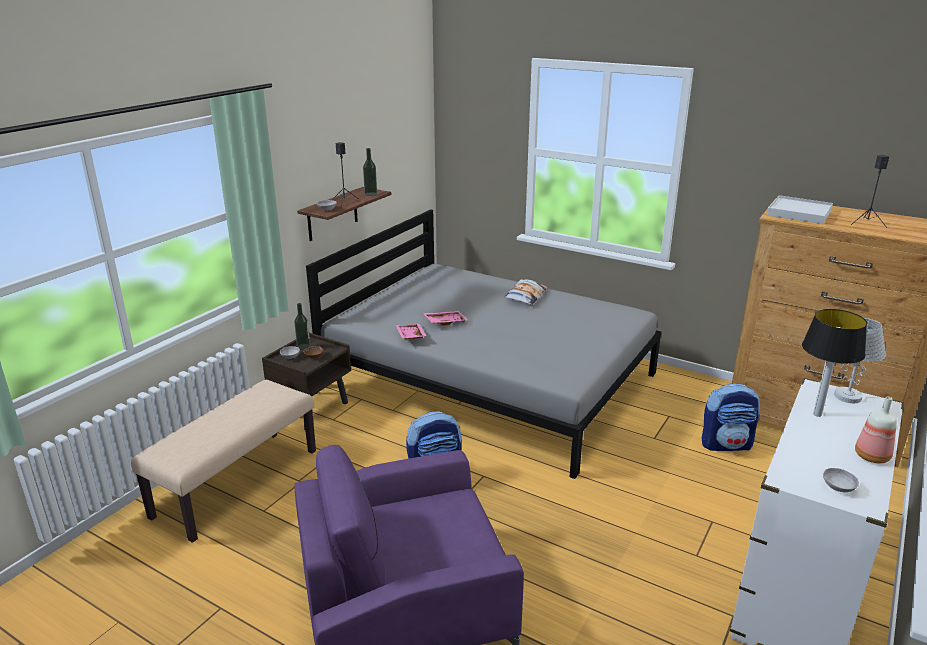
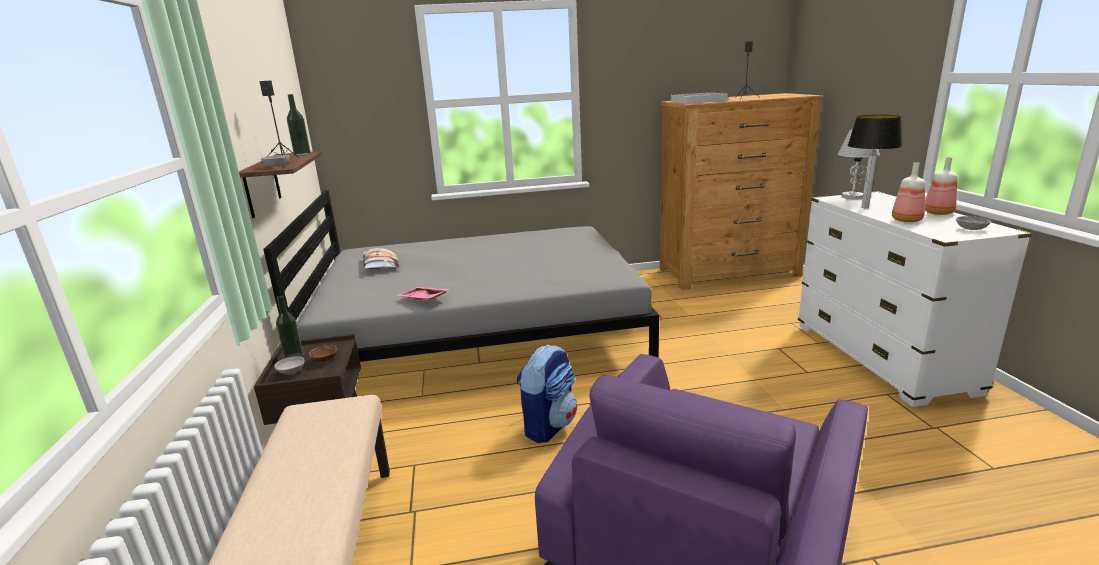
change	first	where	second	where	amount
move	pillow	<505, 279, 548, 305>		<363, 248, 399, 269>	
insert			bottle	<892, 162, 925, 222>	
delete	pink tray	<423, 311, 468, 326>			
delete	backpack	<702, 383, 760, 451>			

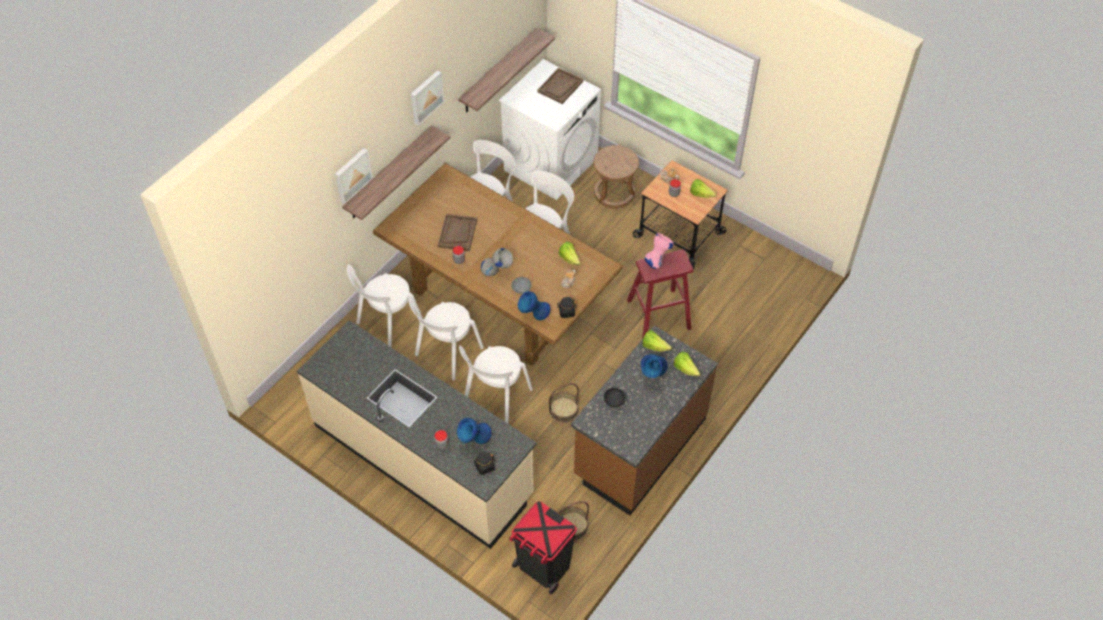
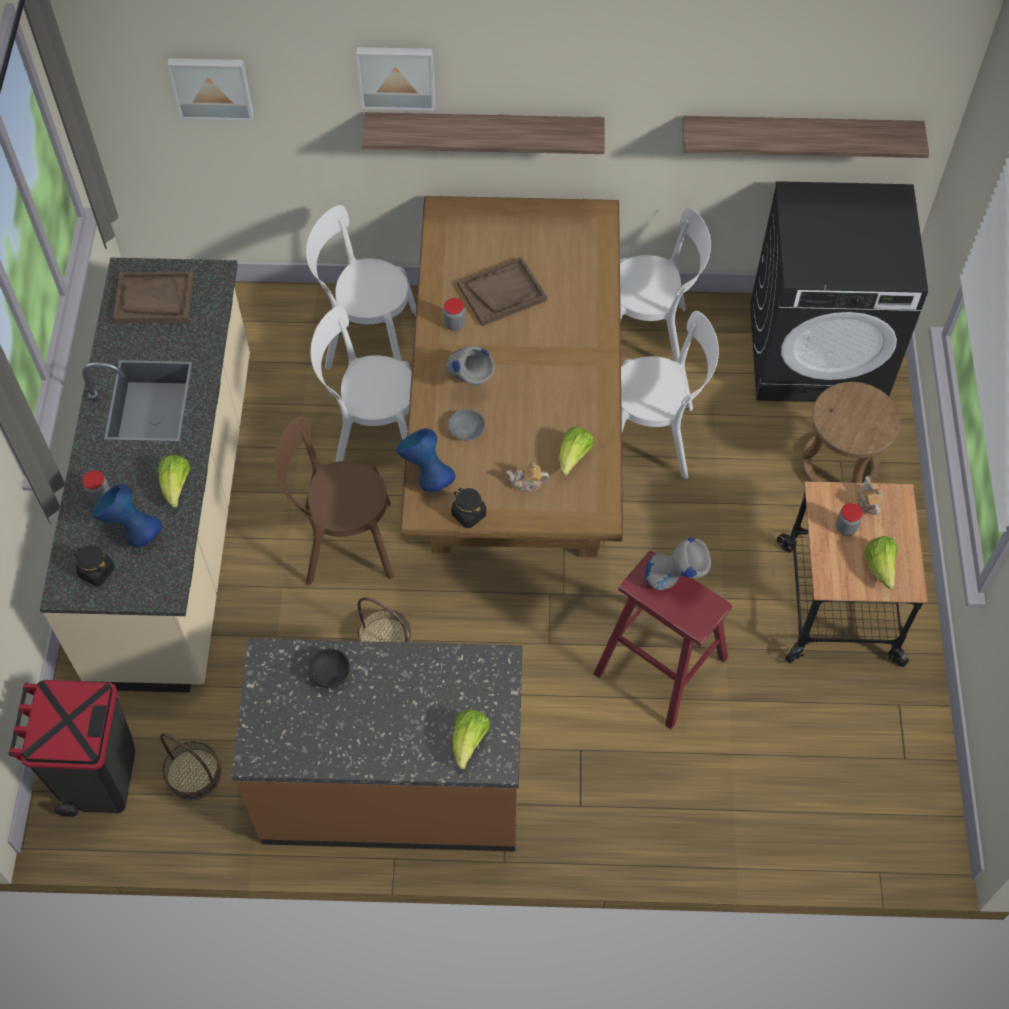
change	first	where	second	where	amount
move	brown tray	<537, 68, 583, 104>		<113, 272, 194, 323>	
move	lettuce	<642, 330, 672, 352>		<158, 455, 191, 508>	
move	picture	<411, 70, 444, 125>		<167, 58, 254, 121>	
recolor	white chair	<459, 345, 533, 424>	brown chair	<275, 416, 394, 585>	
recolor	pink vase	<645, 233, 674, 269>	grey vase	<645, 538, 711, 590>	
recolor	white washing machine	<499, 59, 601, 200>	black washing machine	<750, 181, 928, 402>	
delete	blue vase	<641, 354, 668, 378>			

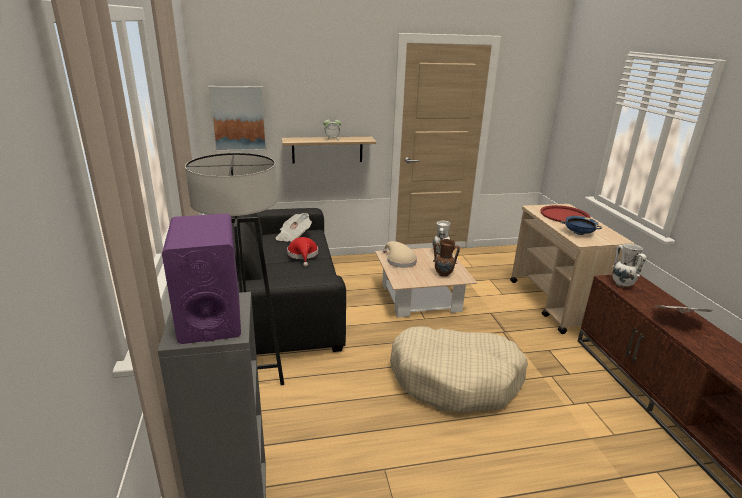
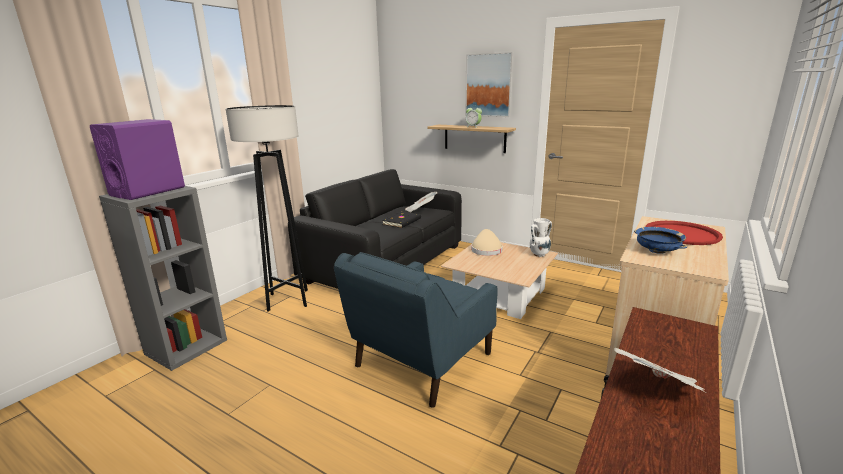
change	first	where	second	where	amount
replace	beige dog bed	<390, 326, 528, 412>	blue armchair	<334, 252, 498, 408>	
replace	red hat	<287, 237, 318, 267>	black book	<382, 211, 421, 228>	
move	picture	<208, 86, 267, 151>		<465, 52, 514, 117>	
delete	brown vase	<433, 239, 460, 277>			
delete	white vase	<612, 243, 646, 287>			

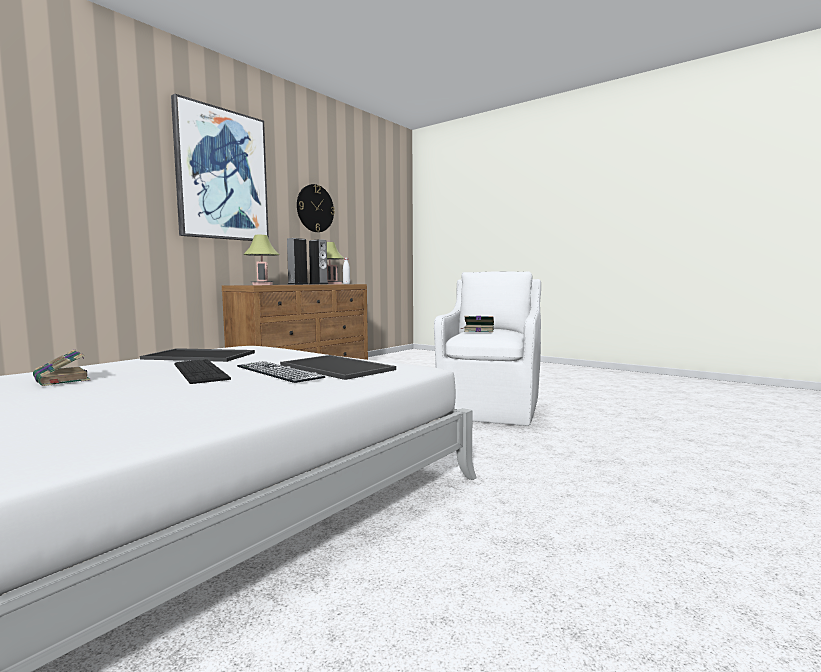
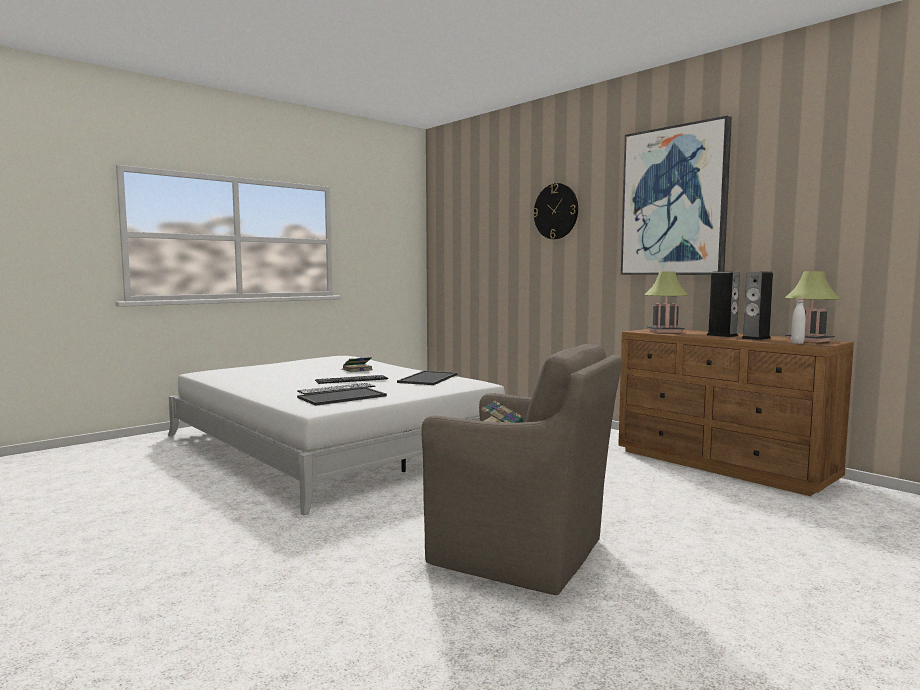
change	first	where	second	where	amount
recolor	white armchair	<434, 271, 541, 426>	brown armchair	<421, 344, 623, 595>	
move	wall clock	<297, 184, 335, 232>		<533, 183, 578, 239>	

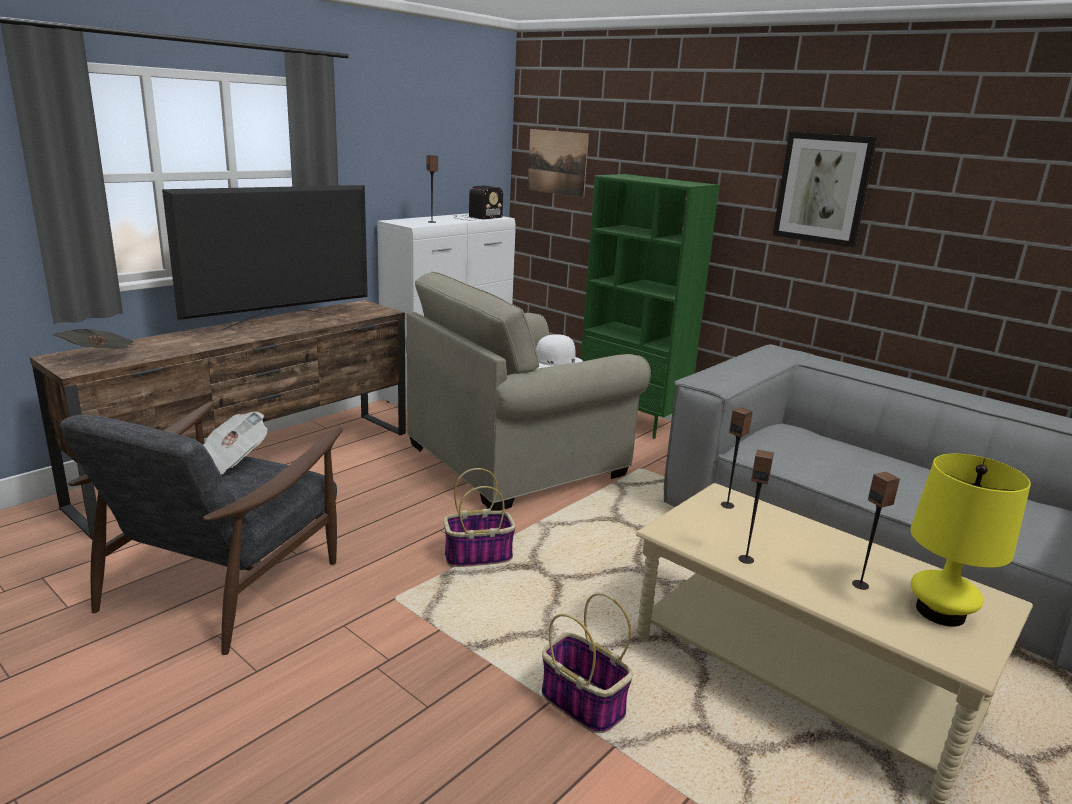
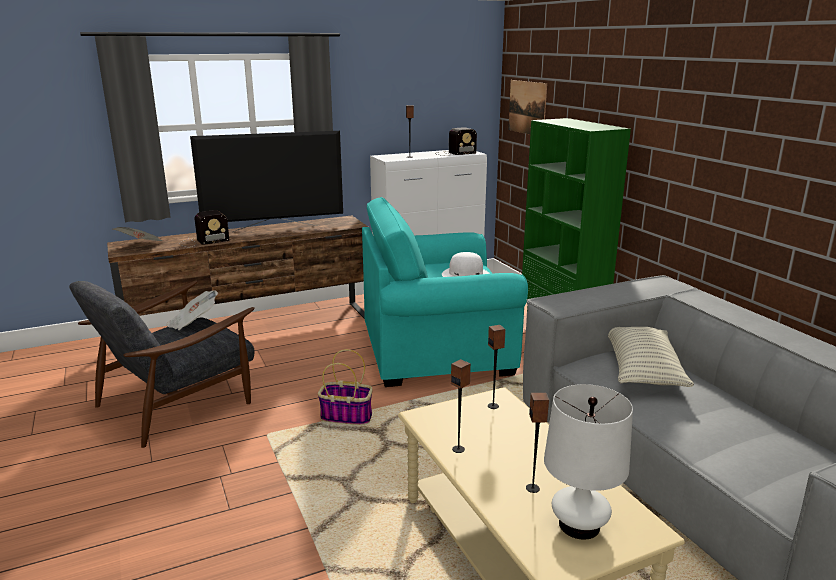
change	first	where	second	where	amount
insert			radio	<179, 210, 229, 247>	
recolor	beige armchair	<405, 272, 651, 511>	turquoise armchair	<362, 197, 528, 387>	
recolor	yellow table lamp	<910, 454, 1031, 627>	white table lamp	<544, 384, 633, 540>	
insert			pillow	<608, 327, 694, 387>	
delete	basket	<542, 593, 633, 733>			
delete	picture	<773, 132, 877, 248>			

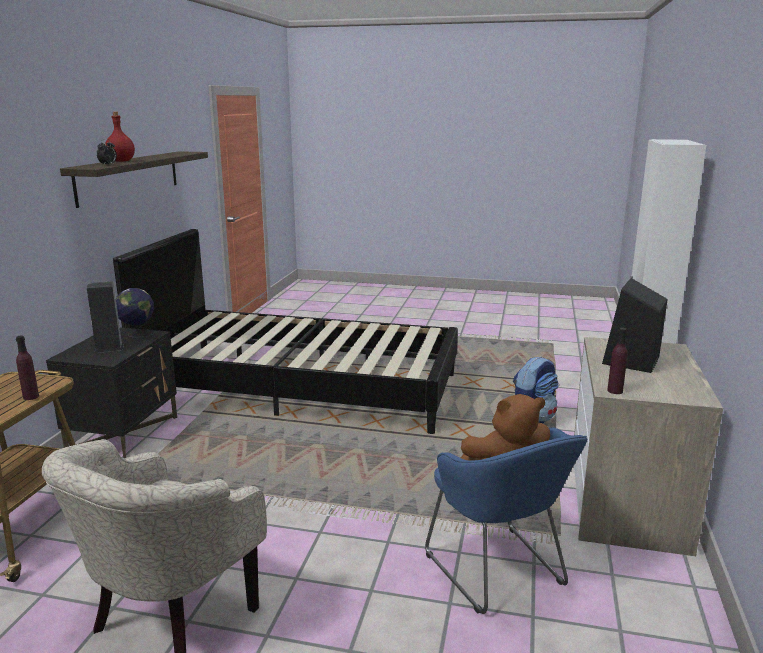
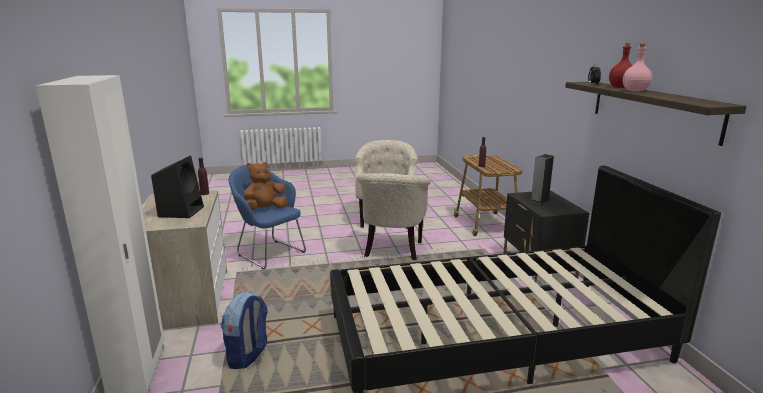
change	first	where	second	where	amount
insert			beige armchair	<357, 173, 431, 260>	
insert			pink bottle	<623, 44, 652, 92>	
delete	globe	<116, 288, 154, 337>			

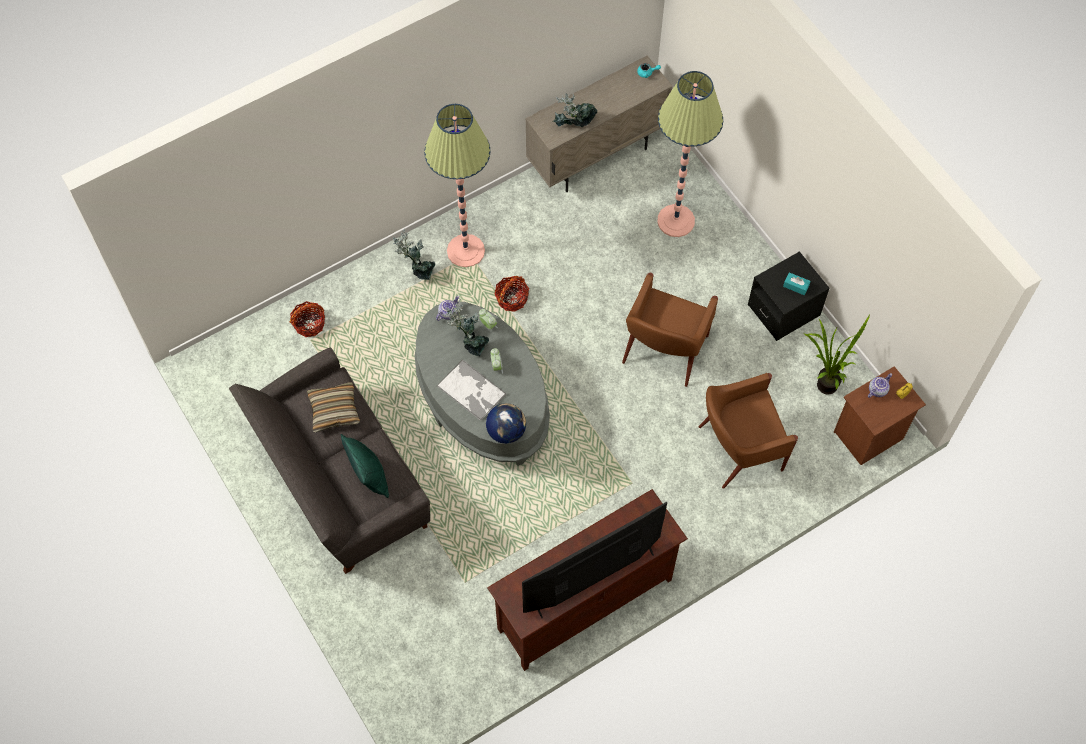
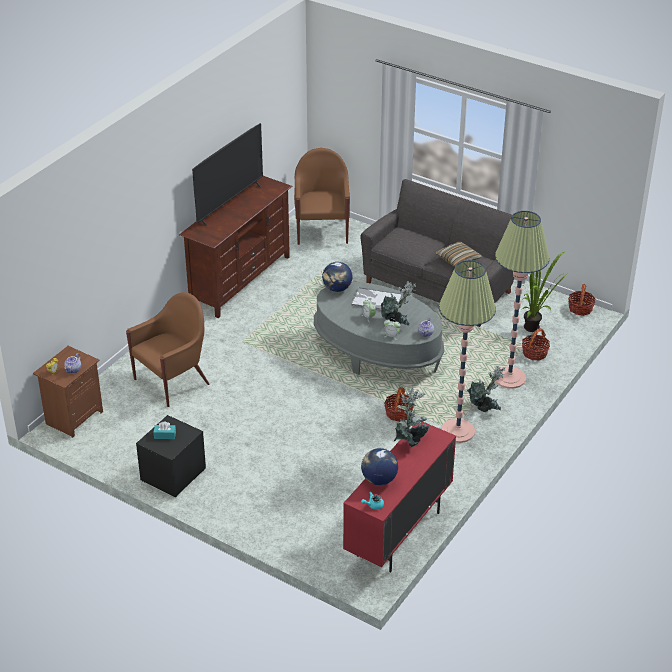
change	first	where	second	where	amount
move	brown armchair	<622, 273, 718, 387>		<294, 148, 350, 245>	
recolor	beige cabinet	<525, 56, 673, 192>	red cabinet	<343, 422, 456, 573>	
insert			globe	<361, 448, 398, 485>	
move	floor lamp	<657, 71, 723, 237>		<495, 211, 550, 389>	
move	potted plant	<803, 315, 870, 395>		<522, 252, 568, 332>	
insert			basket	<568, 284, 596, 316>	
delete	green pillow	<341, 434, 389, 498>			

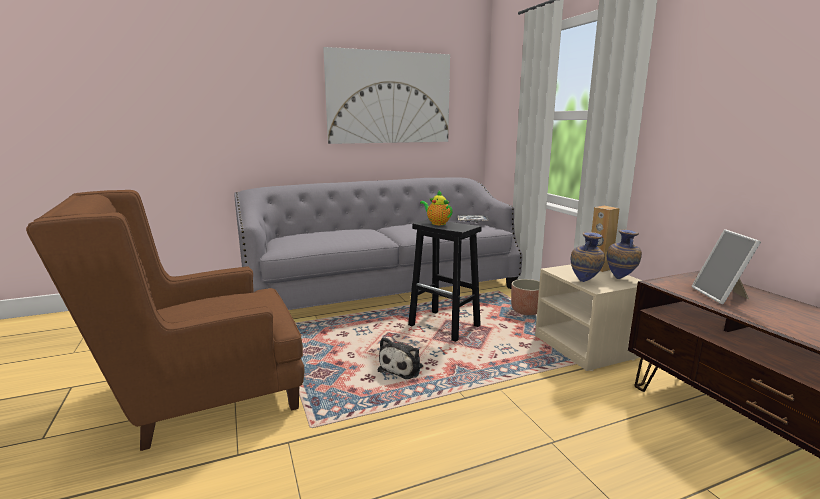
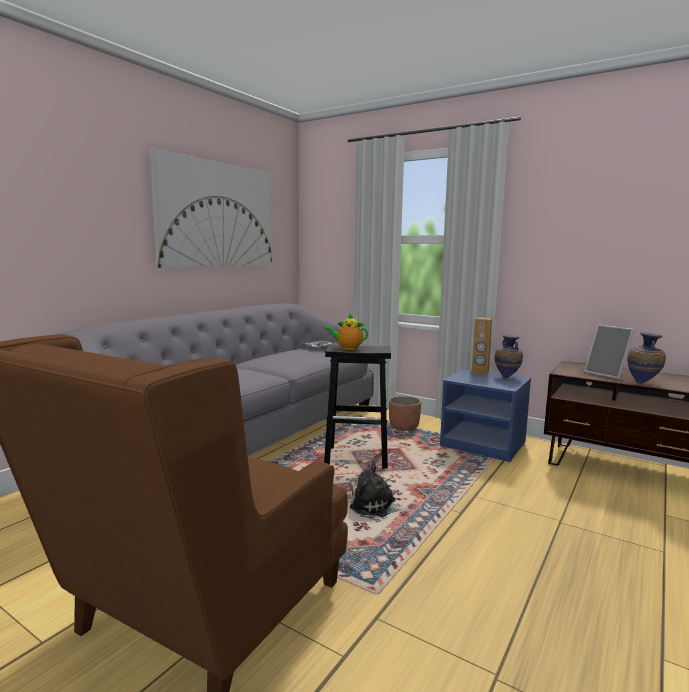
change	first	where	second	where	amount
rotate	plush toy	<378, 337, 423, 379>		<350, 463, 408, 517>	120 degrees clockwise
recolor	beige nightstand	<535, 265, 642, 371>	blue nightstand	<440, 368, 531, 462>	
move	vase	<571, 232, 605, 282>		<627, 332, 666, 383>	

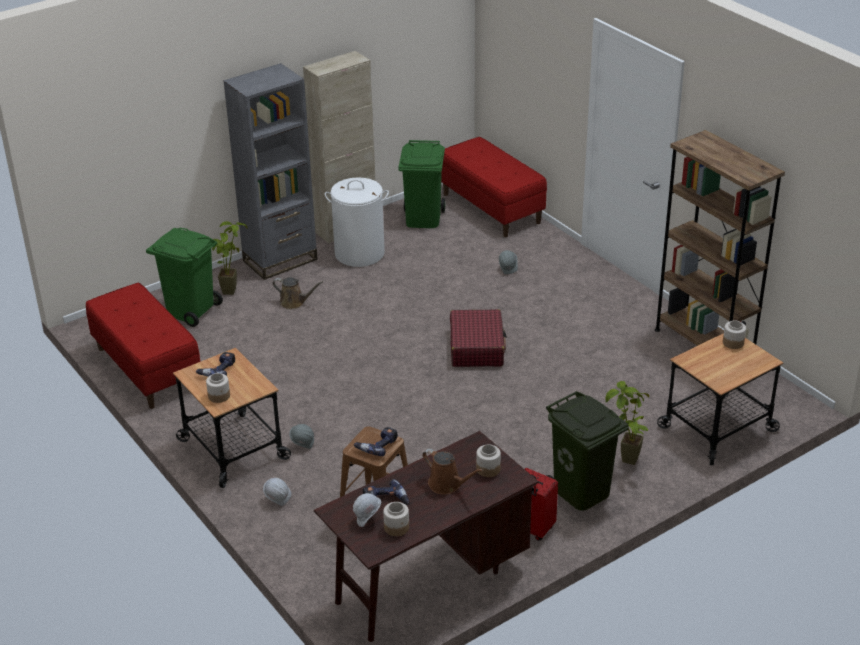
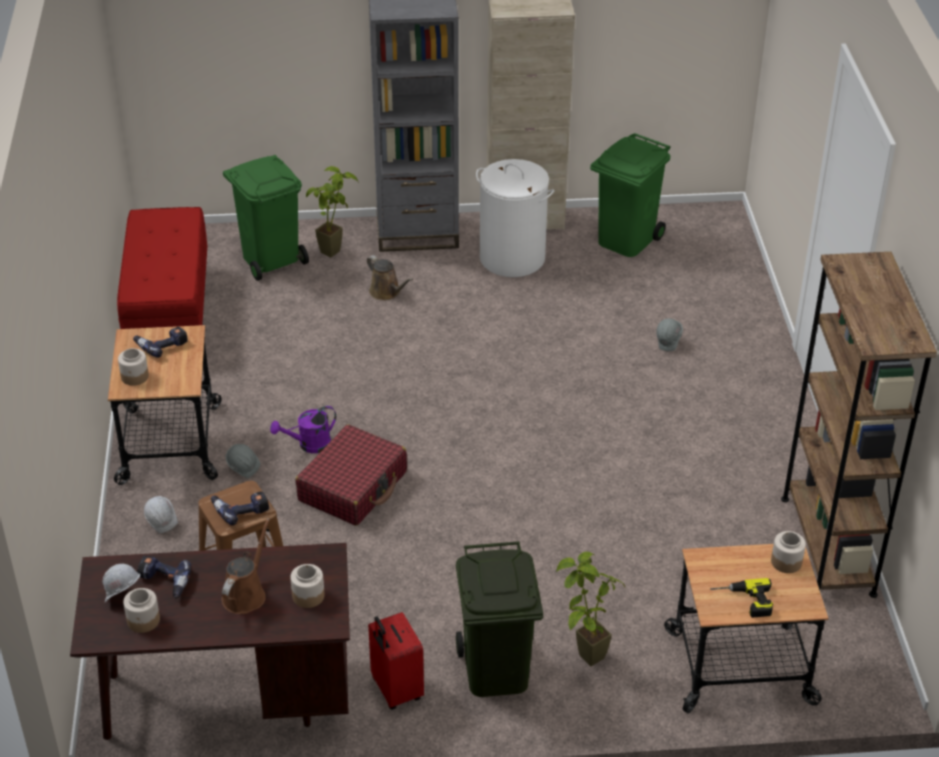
change	first	where	second	where	amount
rotate	brown watering can	<422, 449, 483, 495>		<221, 518, 270, 614>	135 degrees counterclockwise
insert			purple watering can	<270, 406, 336, 453>	
move	red suitcase	<450, 309, 507, 367>		<296, 424, 407, 526>	
insert			power drill	<710, 578, 773, 618>	
delete	red bench	<441, 137, 547, 237>			

